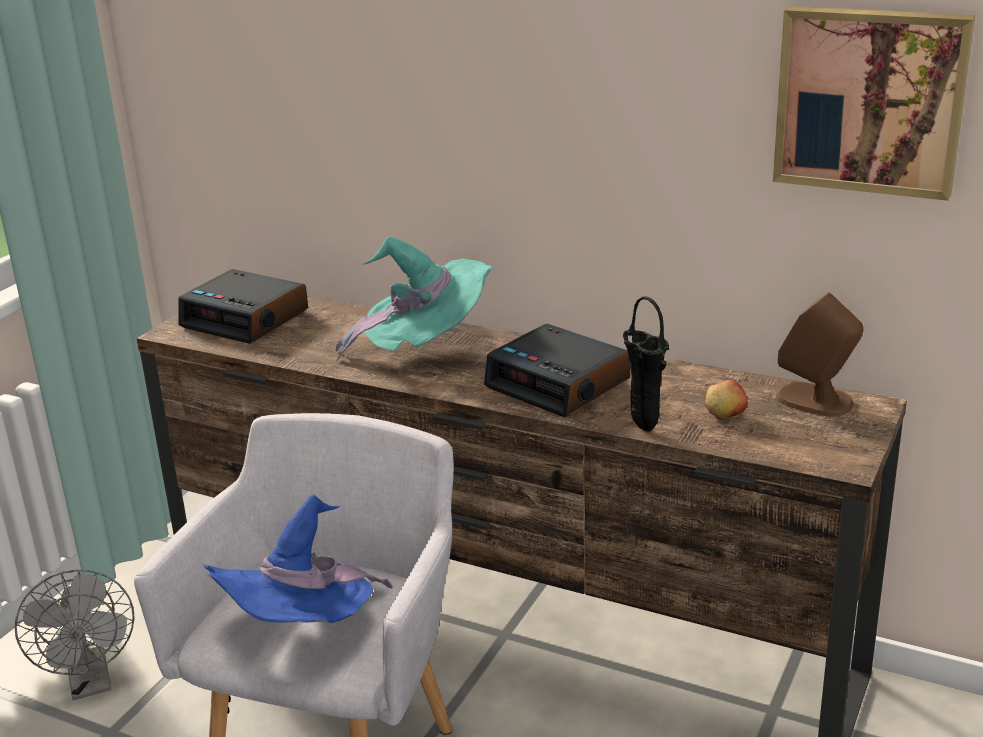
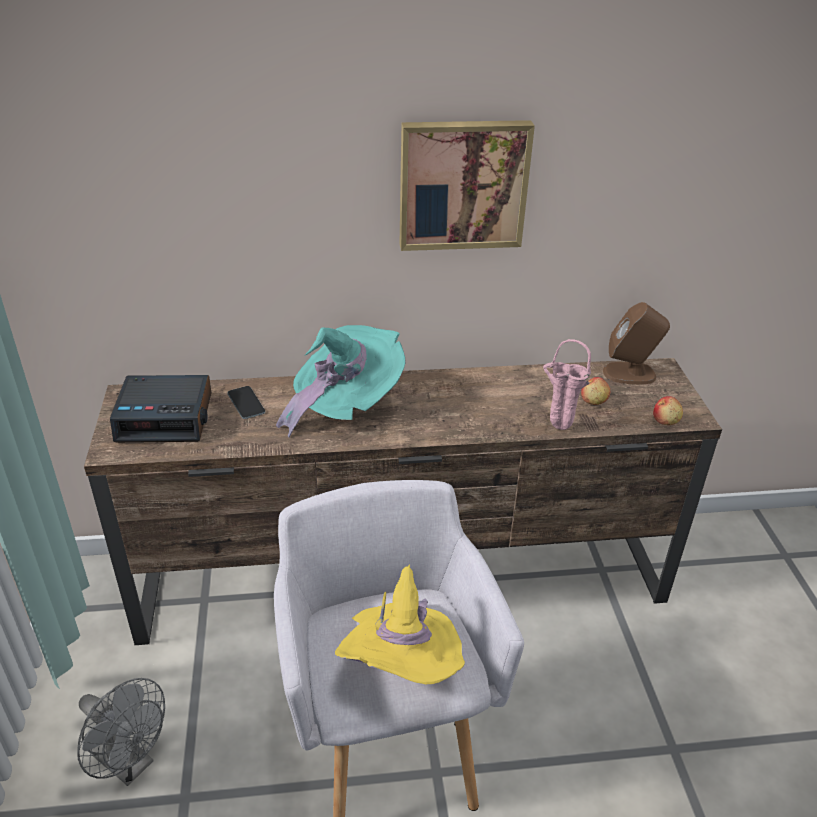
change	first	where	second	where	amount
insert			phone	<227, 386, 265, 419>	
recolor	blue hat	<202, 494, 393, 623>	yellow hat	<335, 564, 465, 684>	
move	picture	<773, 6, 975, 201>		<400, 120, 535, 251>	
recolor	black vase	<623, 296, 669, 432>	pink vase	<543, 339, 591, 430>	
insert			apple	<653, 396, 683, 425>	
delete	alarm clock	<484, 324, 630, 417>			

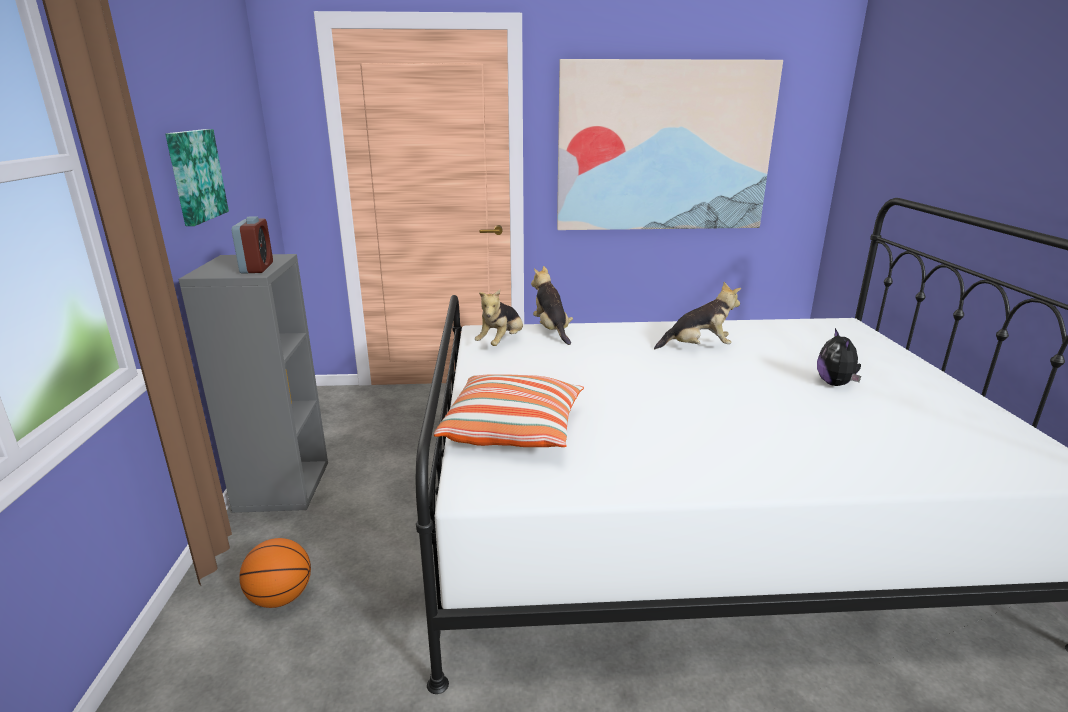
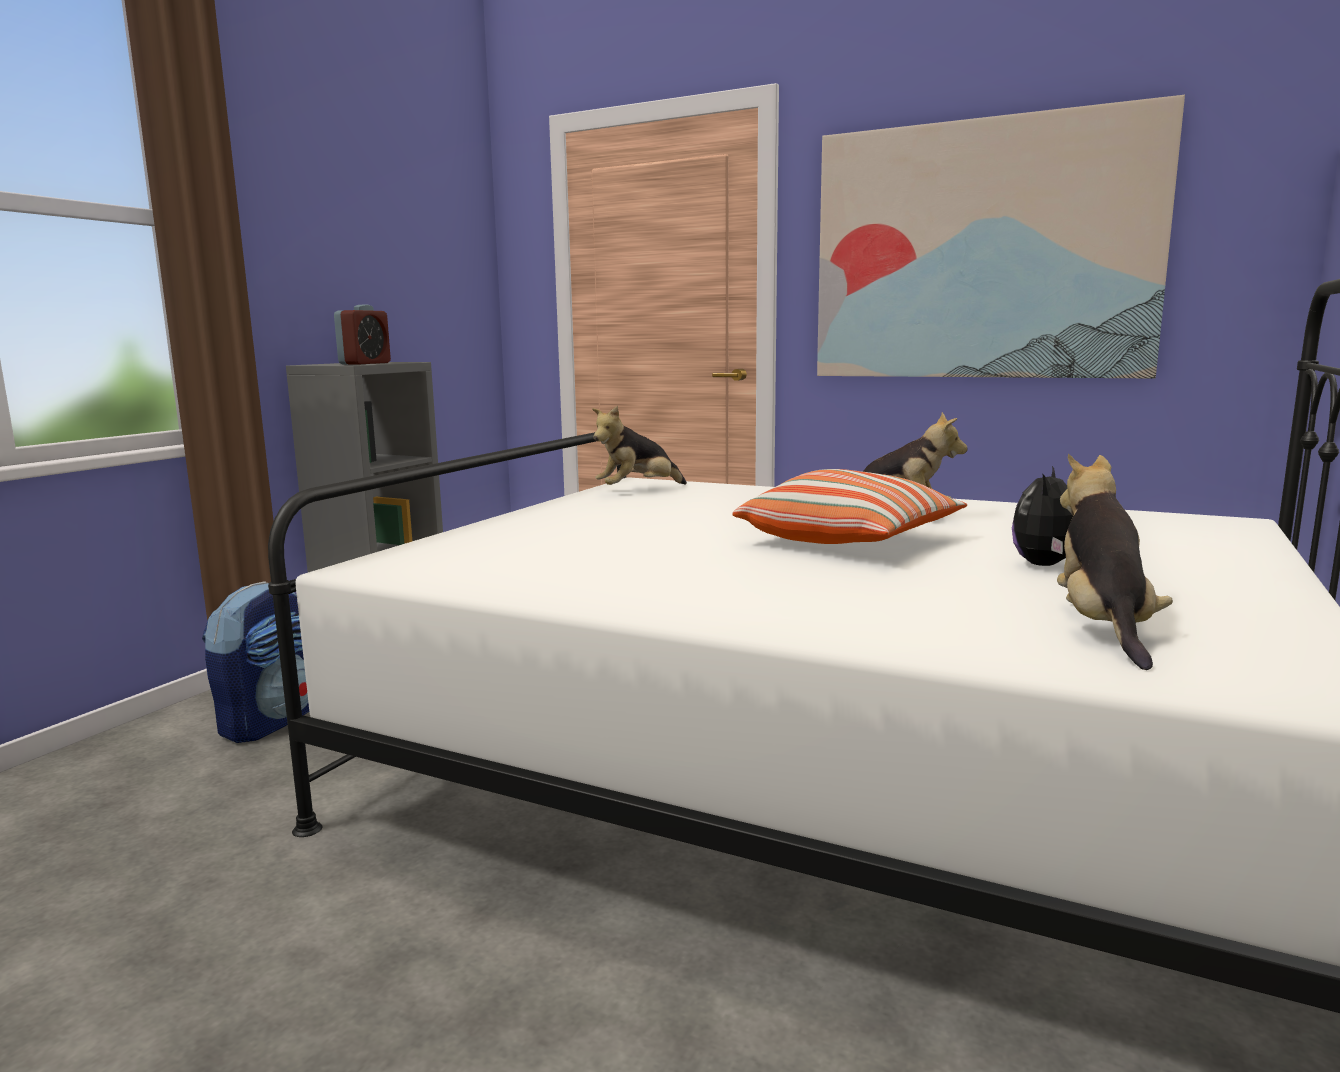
change	first	where	second	where	amount
replace	basketball	<239, 538, 311, 608>	backpack	<202, 581, 309, 743>	
move	pillow	<434, 374, 584, 447>		<732, 469, 967, 544>	
move	plush toy	<531, 266, 573, 345>		<1057, 453, 1173, 670>	
delete	picture	<165, 129, 229, 226>			

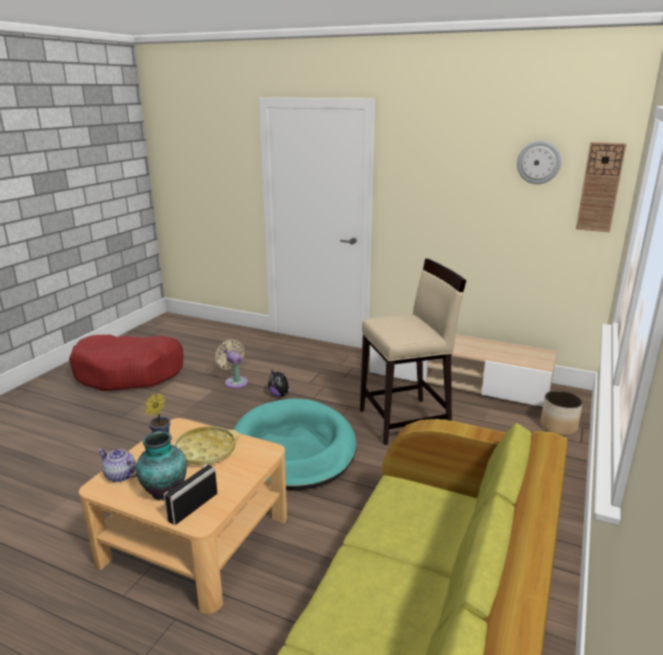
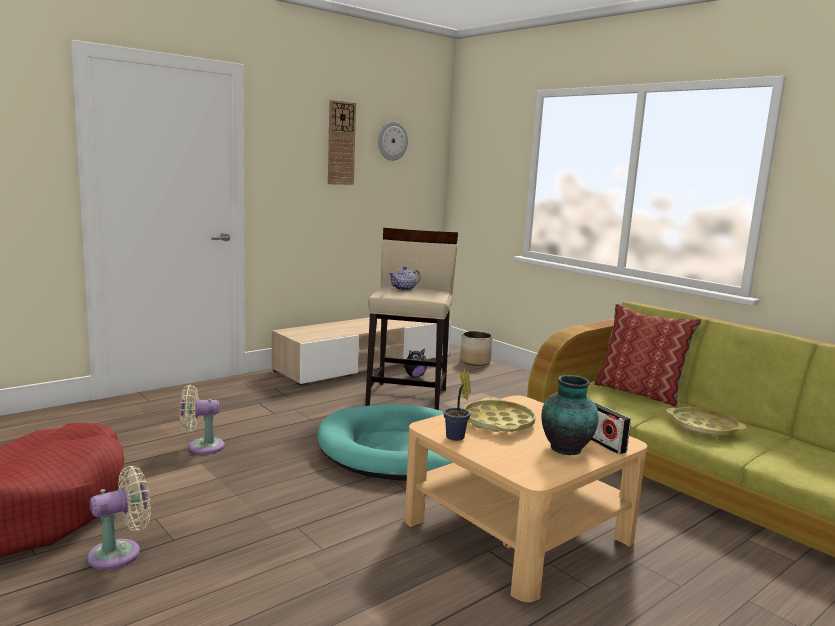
change	first	where	second	where	amount
insert			beige fan	<87, 466, 151, 570>	
move	wall clock	<576, 142, 627, 232>		<328, 100, 356, 185>	
move	teapot	<98, 449, 137, 482>		<389, 266, 421, 291>	
move	plush toy	<268, 369, 293, 397>		<403, 348, 427, 378>	
insert			pillow	<594, 304, 702, 408>	
insert			yellow tray	<666, 407, 747, 437>	

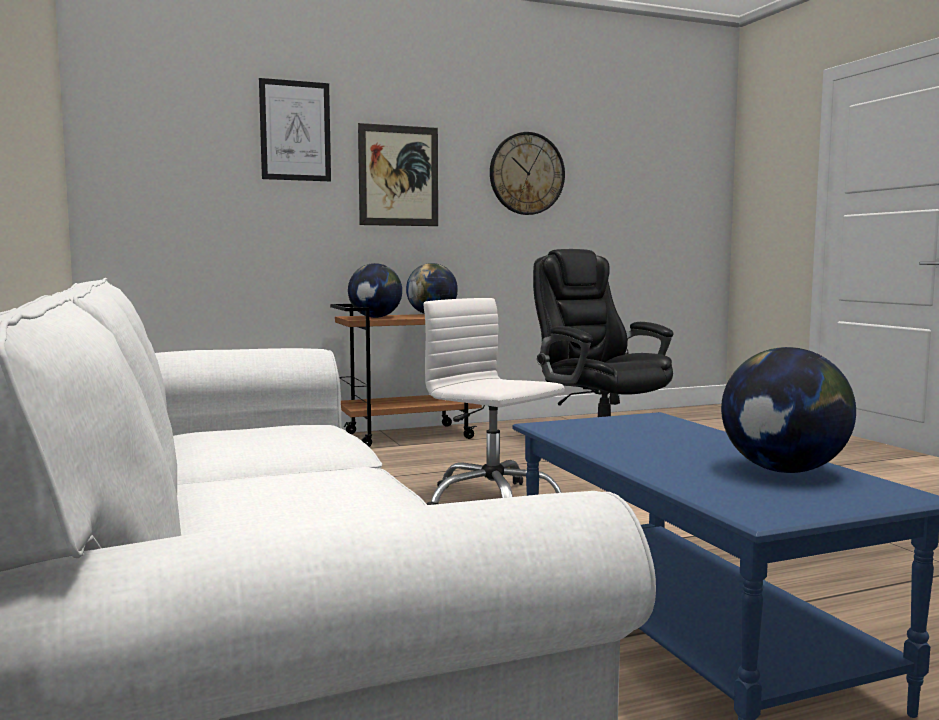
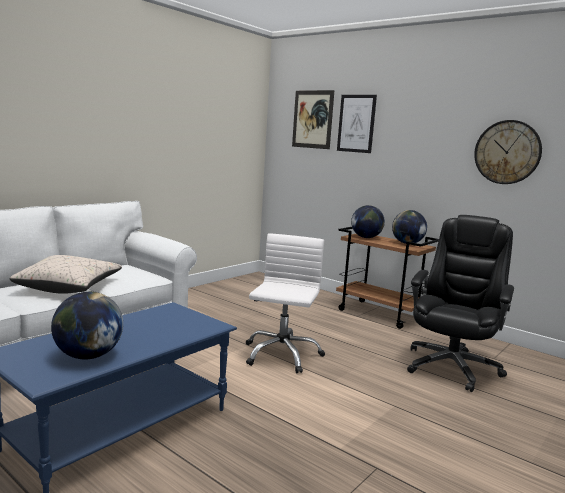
change	first	where	second	where	amount
insert			beige pillow	<10, 255, 122, 294>	
move	picture	<358, 123, 438, 226>		<292, 90, 335, 149>	

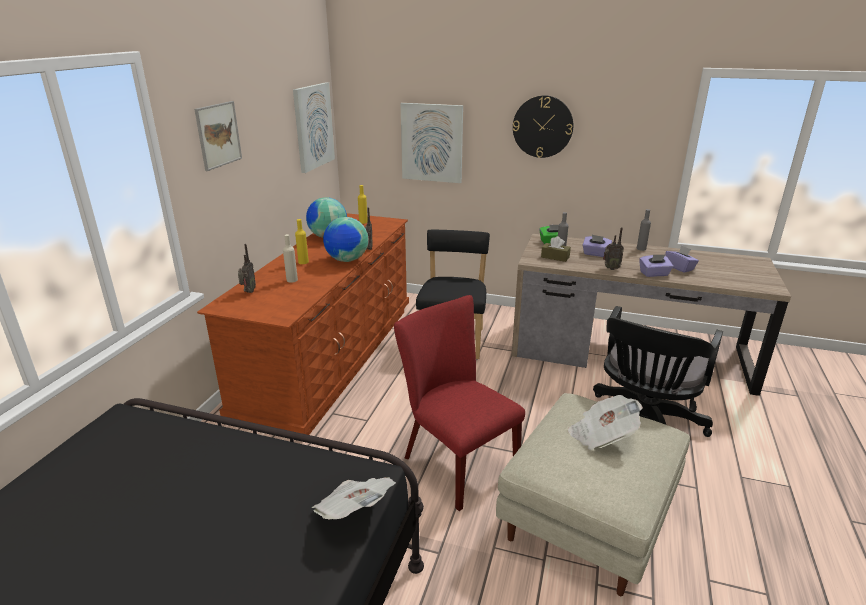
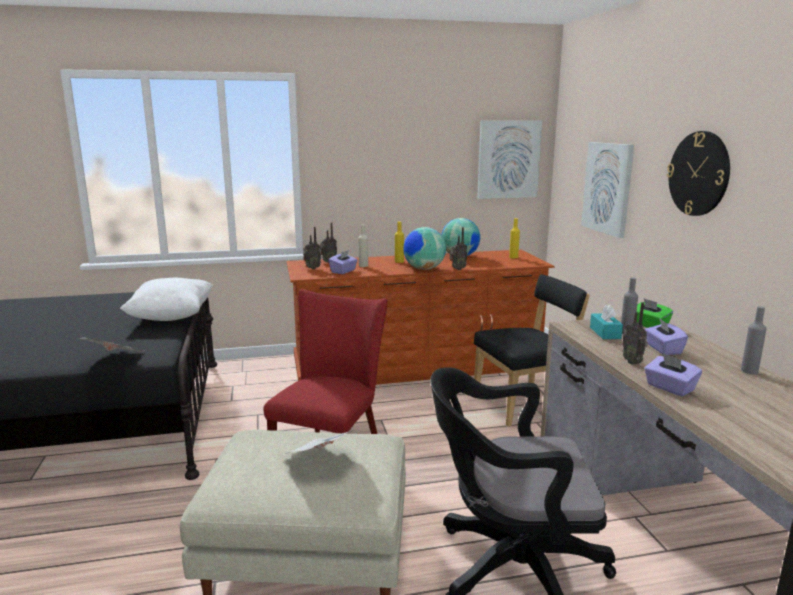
change	first	where	second	where	amount
insert			white pillow	<120, 278, 213, 321>	
insert			radio	<303, 227, 321, 269>	
move	purple tissue box	<666, 245, 699, 273>		<329, 250, 358, 274>	
recolor	brown tissue box	<541, 236, 571, 262>	turquoise tissue box	<590, 305, 623, 339>	
delete	picture	<194, 101, 242, 171>			

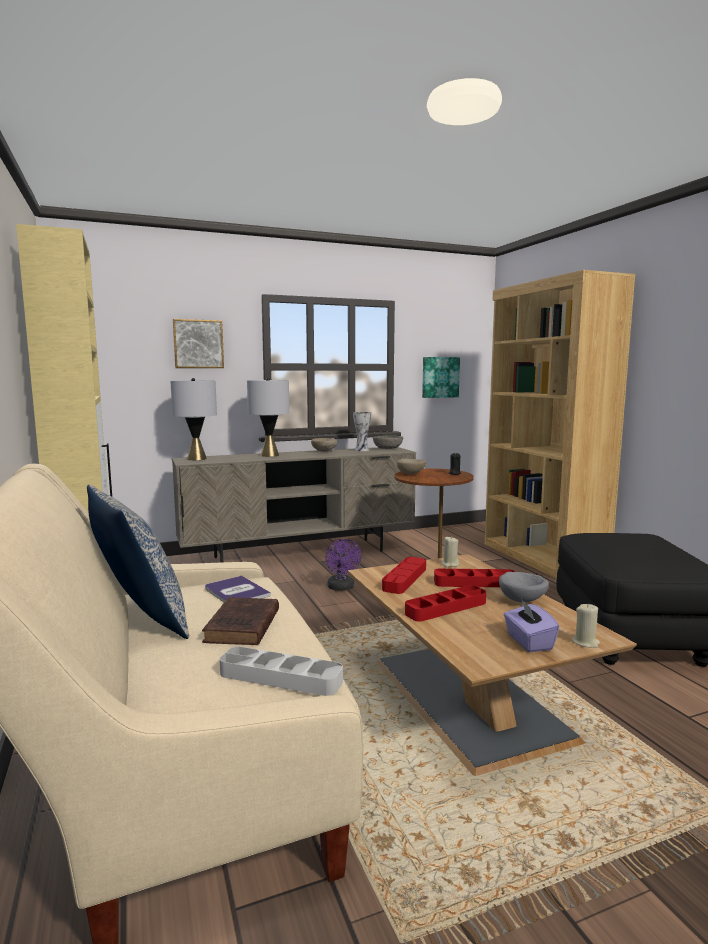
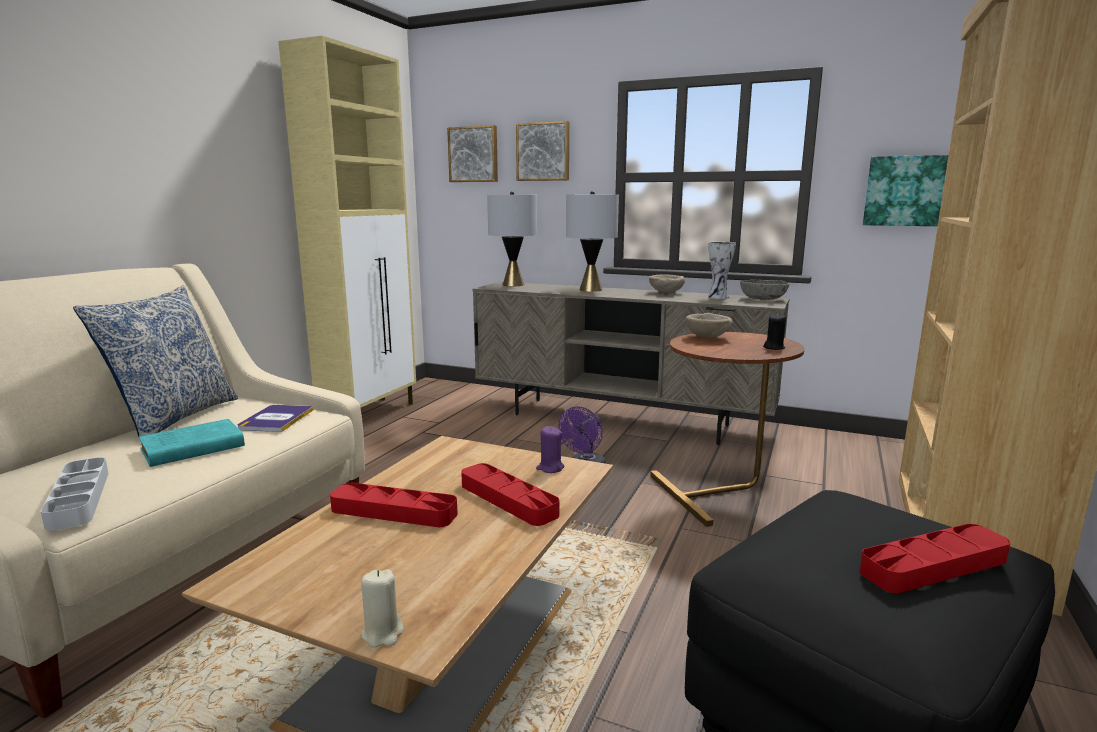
change	first	where	second	where	amount
recolor	brown book	<202, 597, 279, 645>	turquoise book	<139, 419, 245, 467>	
insert			picture	<447, 125, 498, 182>	
recolor	beige candle	<441, 537, 460, 567>	purple candle	<536, 426, 564, 473>	
move	red tray	<382, 557, 426, 594>		<860, 524, 1011, 593>	
delete	grey bowl	<499, 572, 549, 602>			
delete	purple tissue box	<504, 599, 559, 652>			

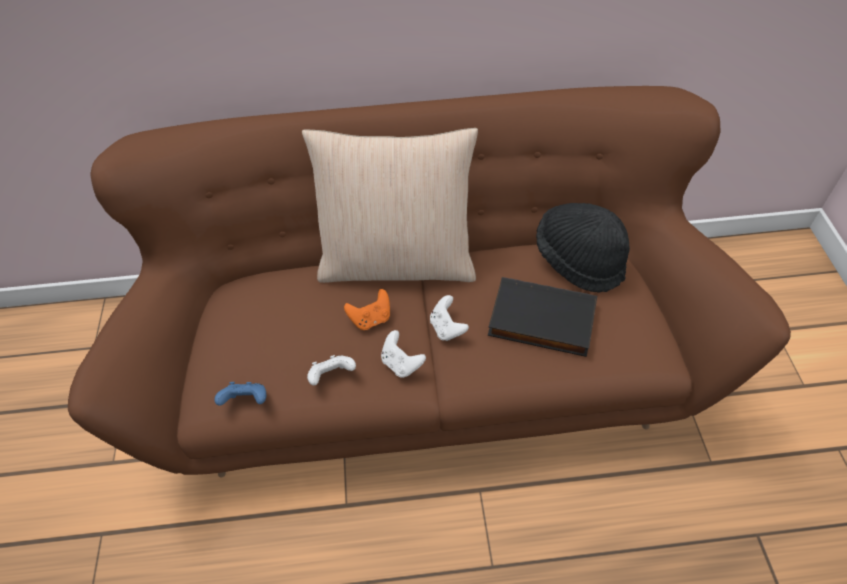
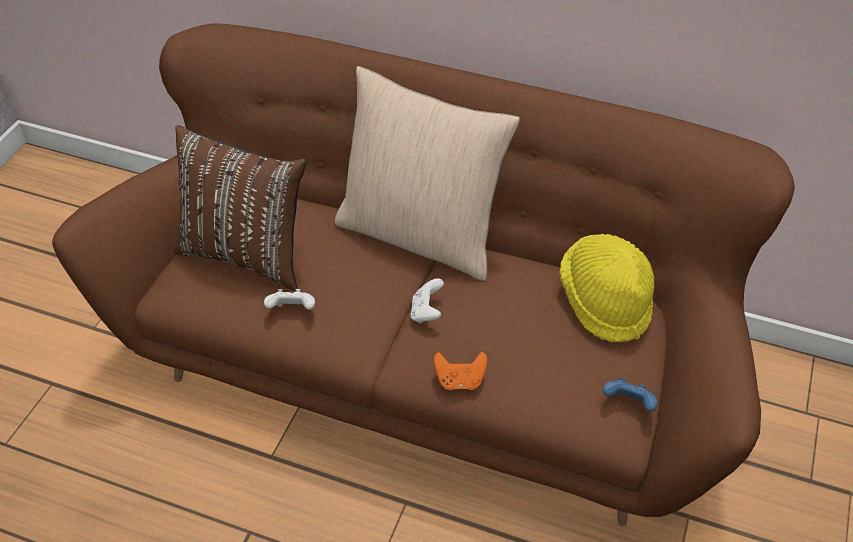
change	first	where	second	where	amount
insert			brown pillow	<173, 125, 306, 291>	
move	orange game controller	<344, 289, 390, 330>		<434, 352, 487, 390>	
recolor	black hat	<536, 203, 630, 293>	yellow hat	<560, 234, 654, 342>	
move	blue game controller	<215, 382, 266, 406>		<603, 377, 658, 412>	
delete	white game controller	<381, 330, 426, 378>			
delete	black book	<488, 277, 597, 357>			

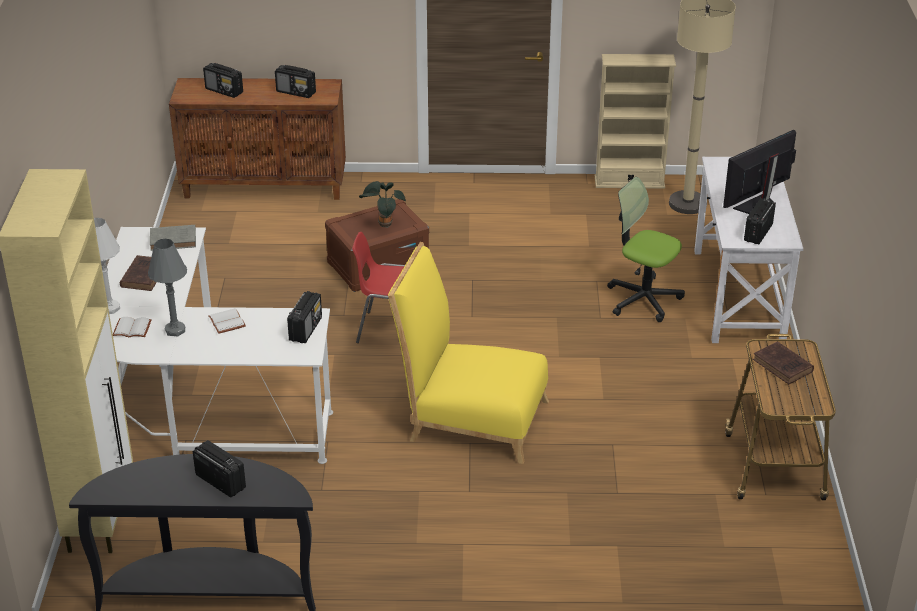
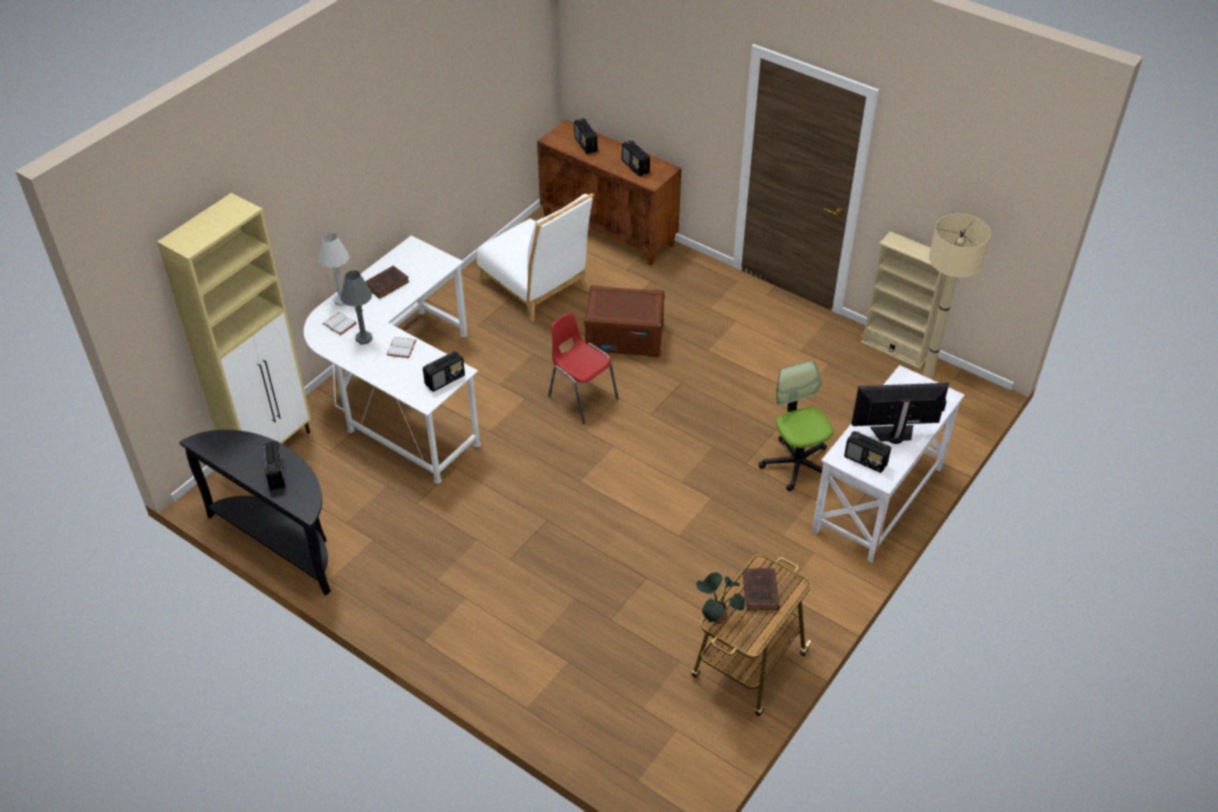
change	first	where	second	where	amount
insert			white chair	<477, 193, 594, 321>	
move	potted plant	<359, 181, 406, 228>		<696, 572, 745, 624>	
rotate	radio	<744, 198, 776, 244>		<844, 431, 891, 473>	120 degrees counterclockwise
delete	grey book	<150, 225, 196, 251>			
delete	yellow chair	<388, 242, 549, 464>			

